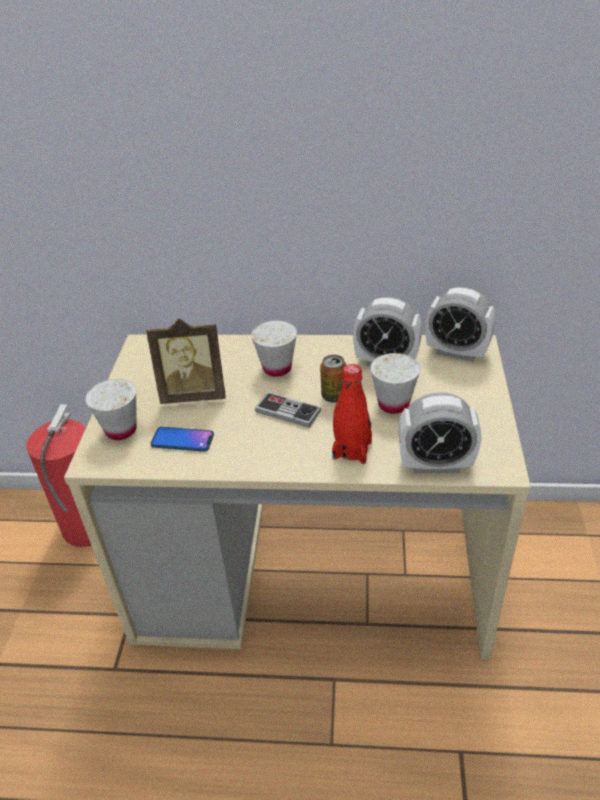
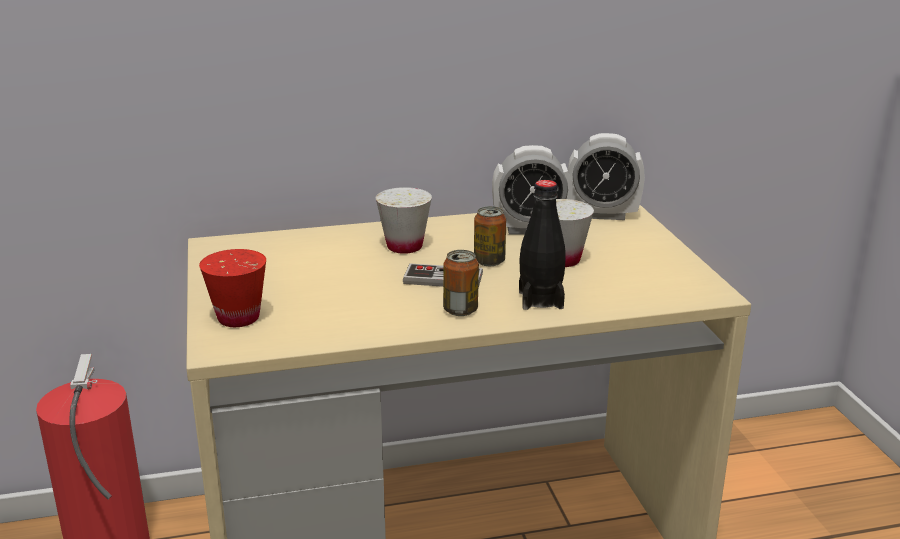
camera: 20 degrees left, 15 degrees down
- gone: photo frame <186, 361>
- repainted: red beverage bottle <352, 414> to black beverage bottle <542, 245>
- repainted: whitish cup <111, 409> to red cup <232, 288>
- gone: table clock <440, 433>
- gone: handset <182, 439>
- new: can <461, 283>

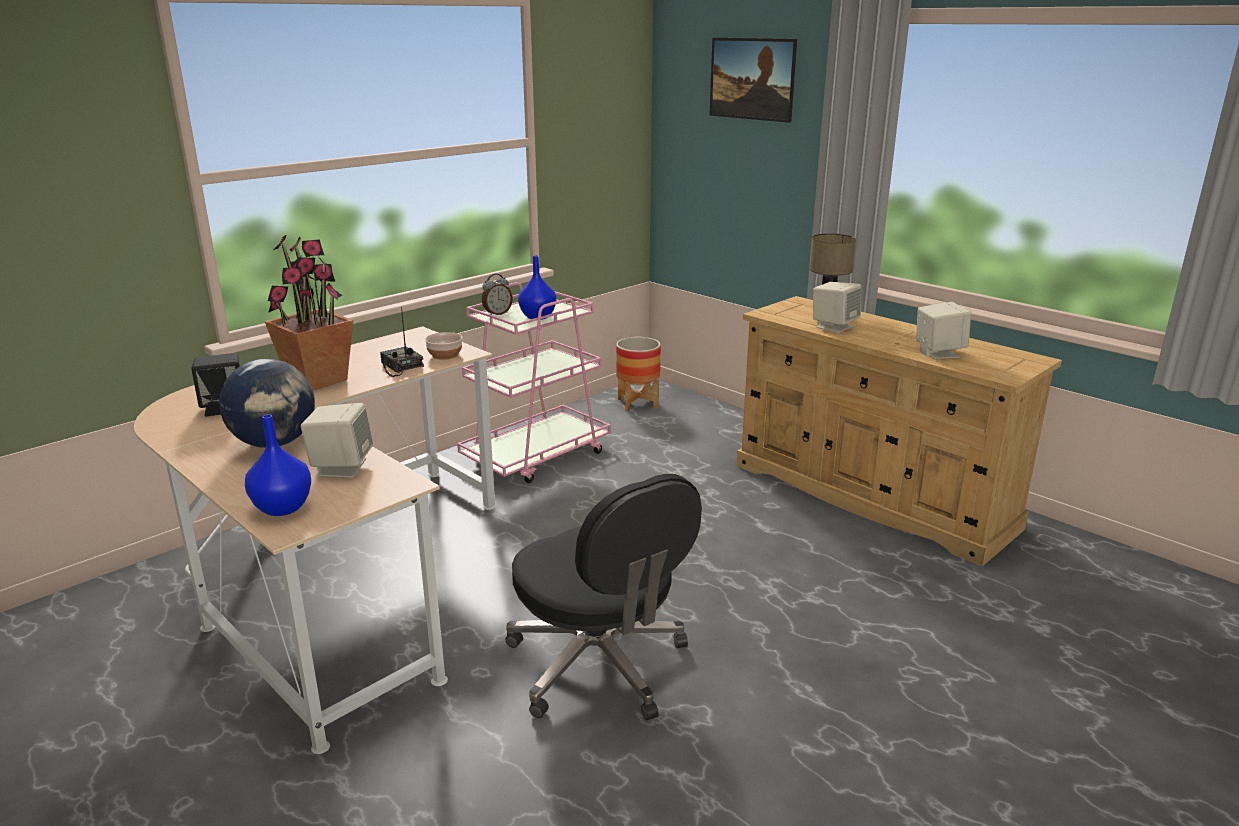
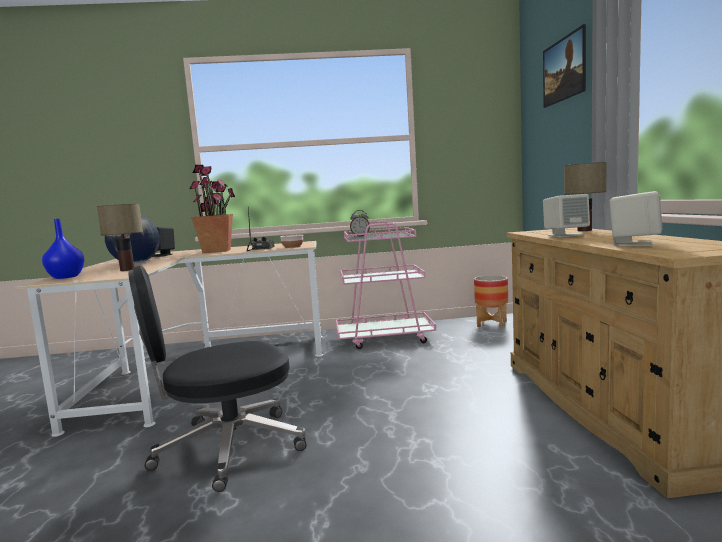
camera: 40 degrees right, 15 degrees down
- gone: bluish vase <537, 287>
- swapped: beige-coloured loudspeaker <337, 440> to tabletop lamp <120, 237>
- rotated: black office chair <604, 597> = <217, 379> 60 degrees clockwise

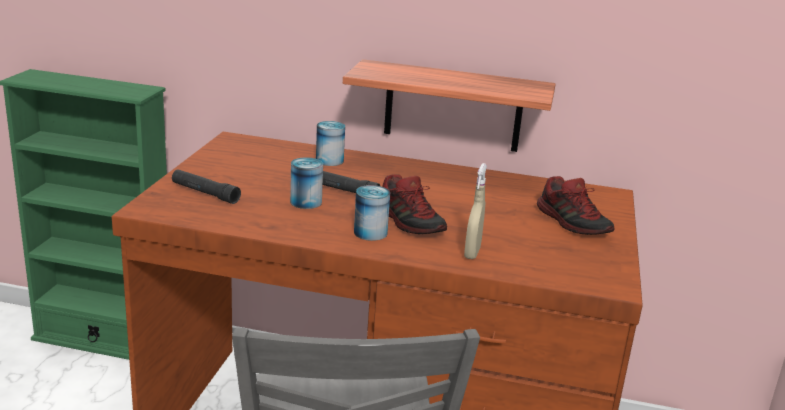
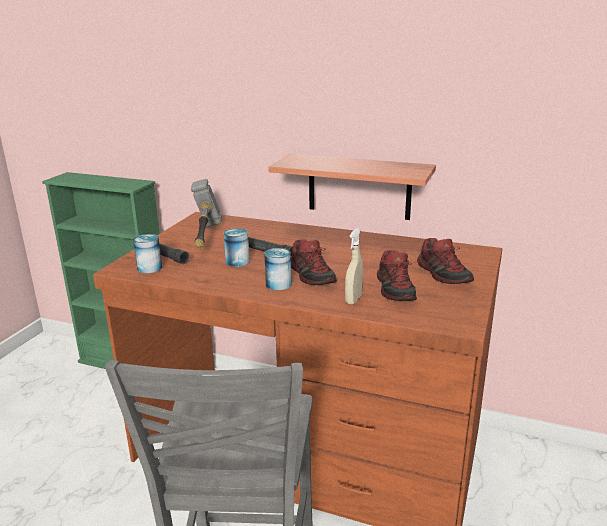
camera: 10 degrees right, 0 degrees up
- shifted: can <330, 143> to <147, 254>
- new: hand hammer <206, 213>
- new: shoe <397, 275>

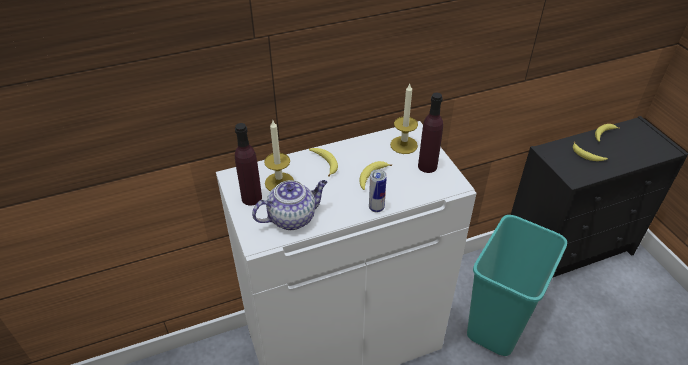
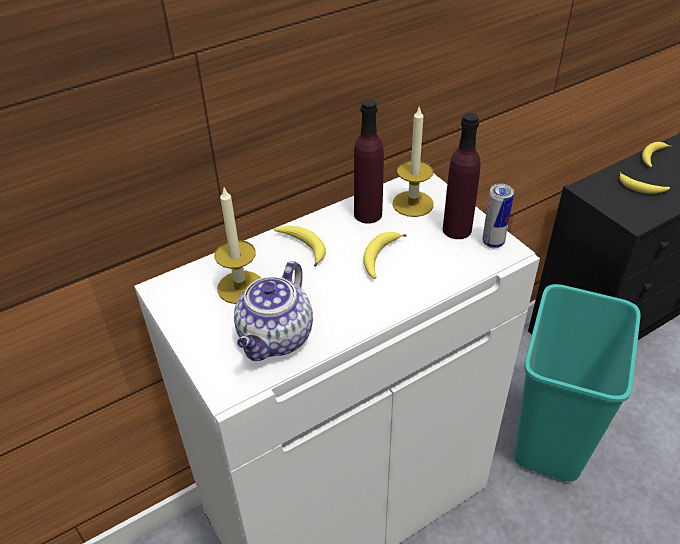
camera: 10 degrees left, 0 degrees up
- shifted: purple-coloured beverage bottle <248, 164> to <369, 161>
- shifted: can <378, 191> to <498, 216>
- rotated: tea pot <289, 205> = <273, 311> 150 degrees clockwise

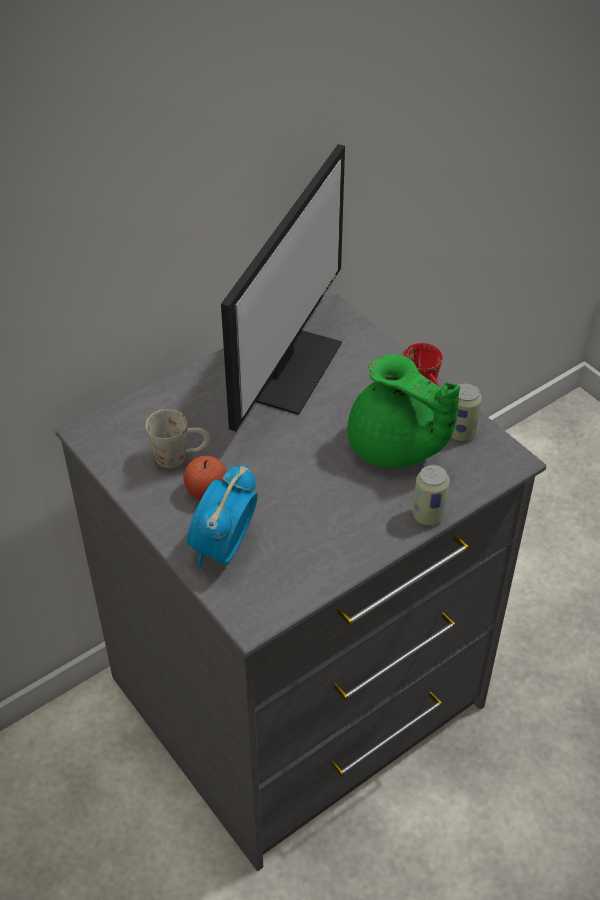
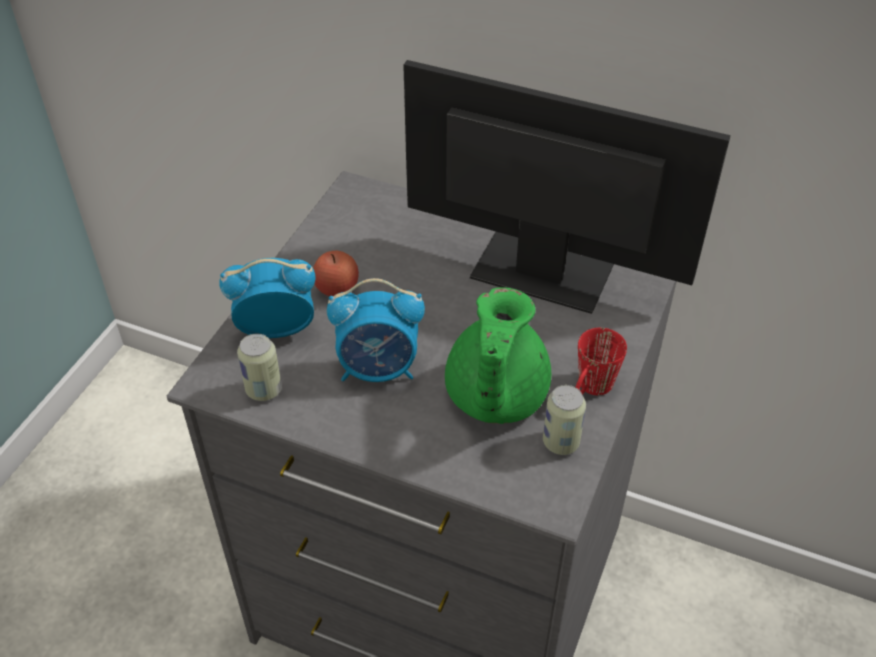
camera: 60 degrees right, 0 degrees up
- rotated: computer screen <283, 287> = <567, 187> 150 degrees counterclockwise
- gone: whitish coffee mug <178, 438>
- shifted: can <431, 495> to <259, 367>
- new: table clock <376, 330>

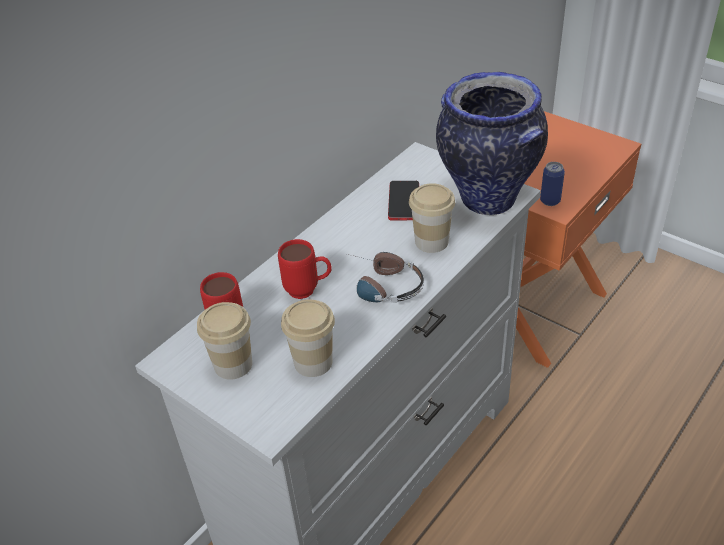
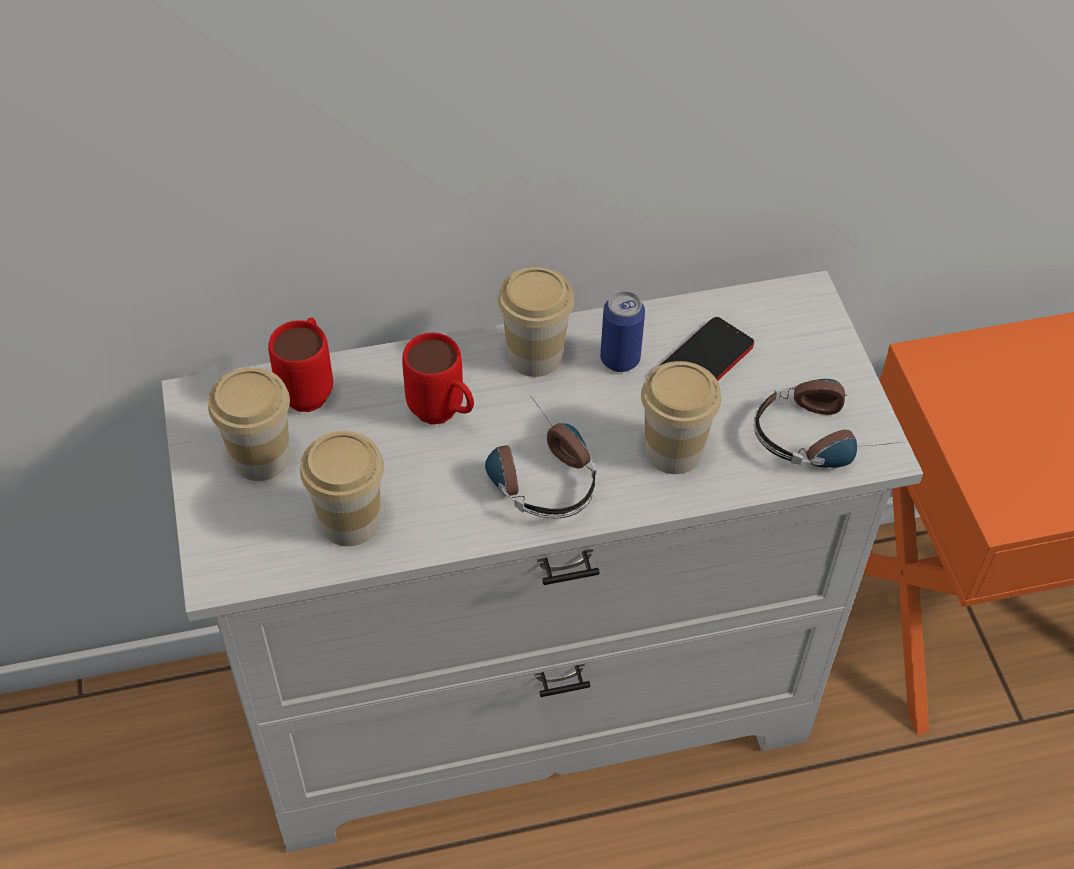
camera: 35 degrees right, 10 degrees up
- swapped: vase <492, 143> to pair of headphones <829, 423>
- shifted: can <552, 184> to <622, 331>
- new: cup <536, 322>

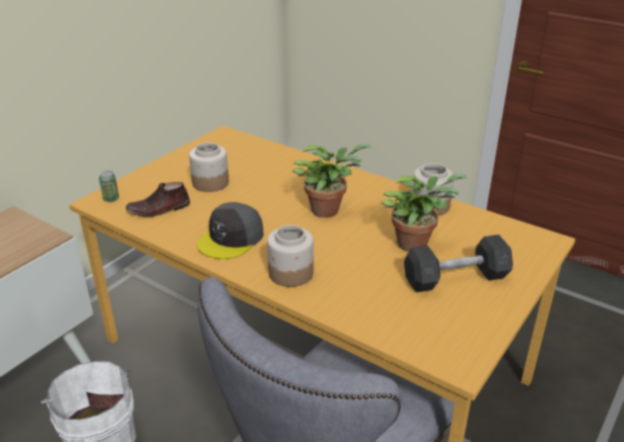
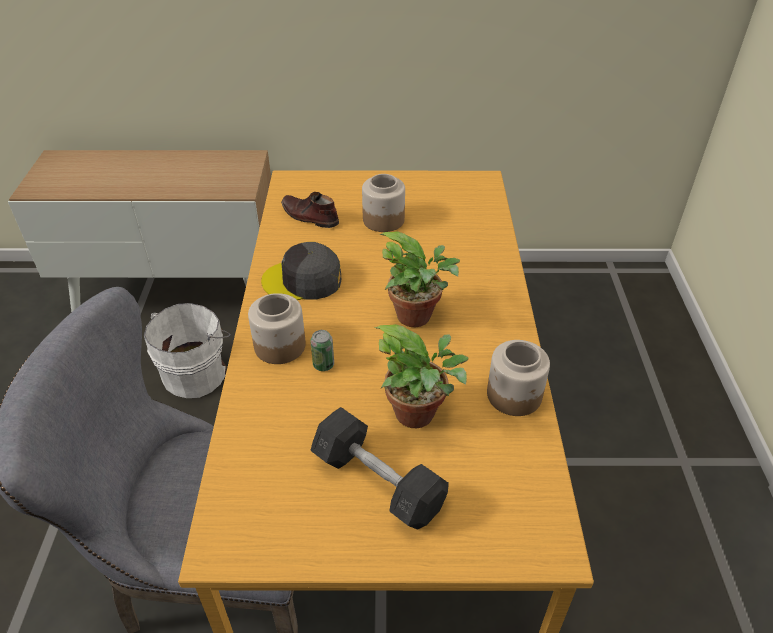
camera: 55 degrees right, 10 degrees up
- shifted: can <109, 186> to <322, 350>

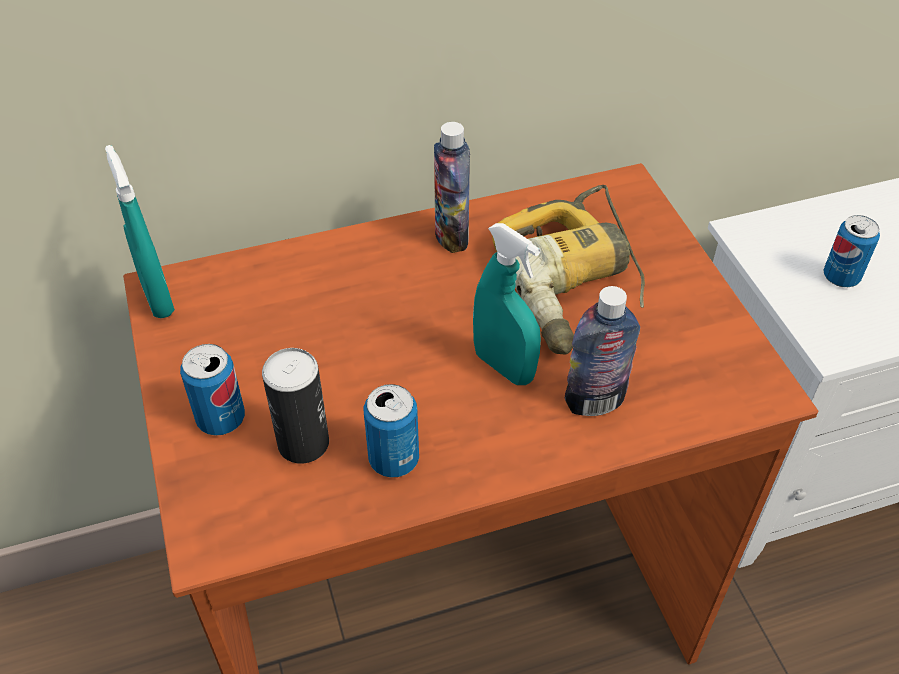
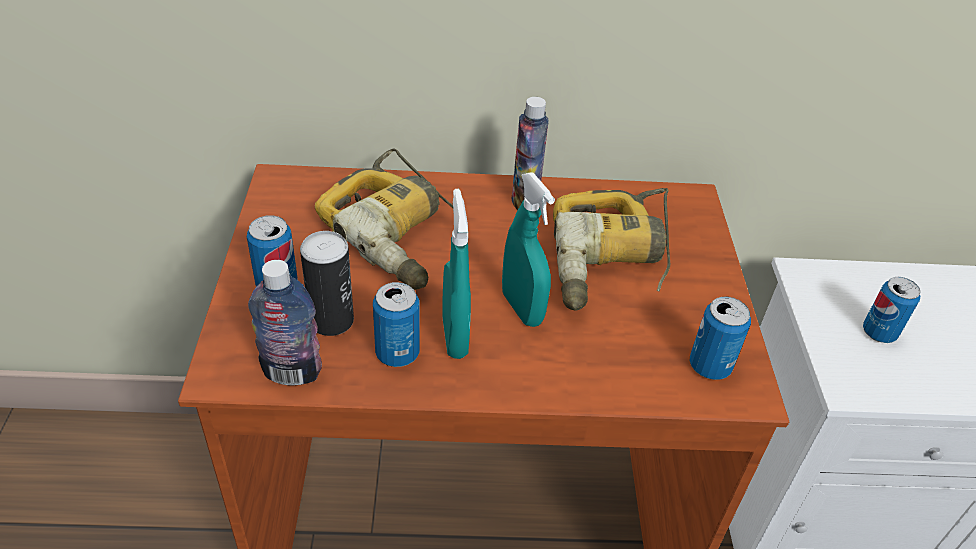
camera: 15 degrees right, 5 degrees down
- shifted: turquoise hand sprayer <140, 231> to <456, 274>
- shifted: beverage bottle <602, 351> to <285, 322>
- new: electric drill <384, 219>
- new: can <720, 338>

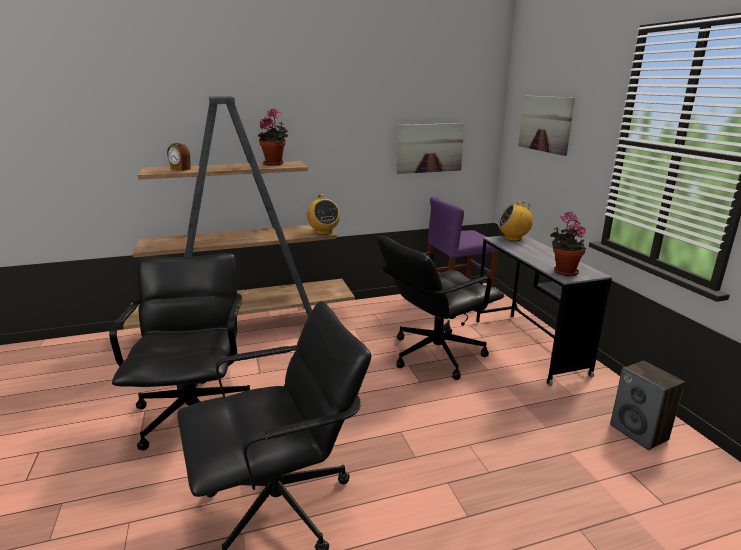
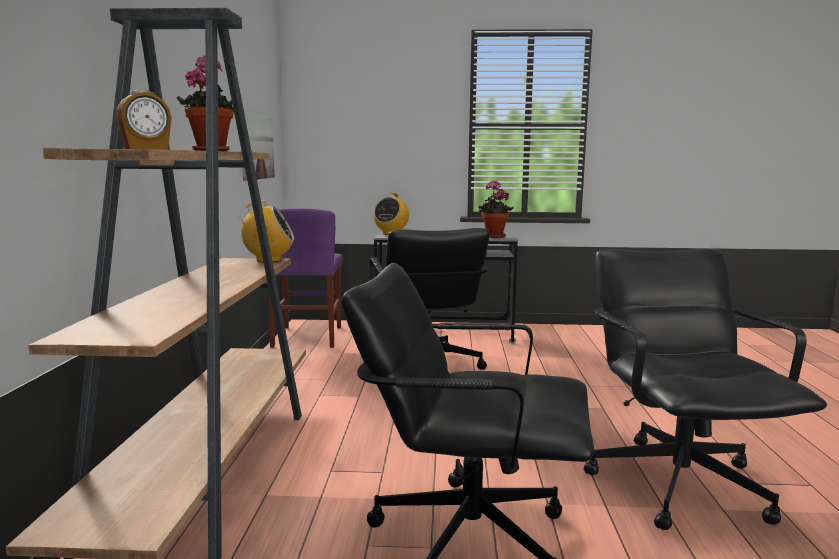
camera: 70 degrees left, 10 degrees down
- gone: wall picture <546, 125>
- gone: loudspeaker <647, 405>

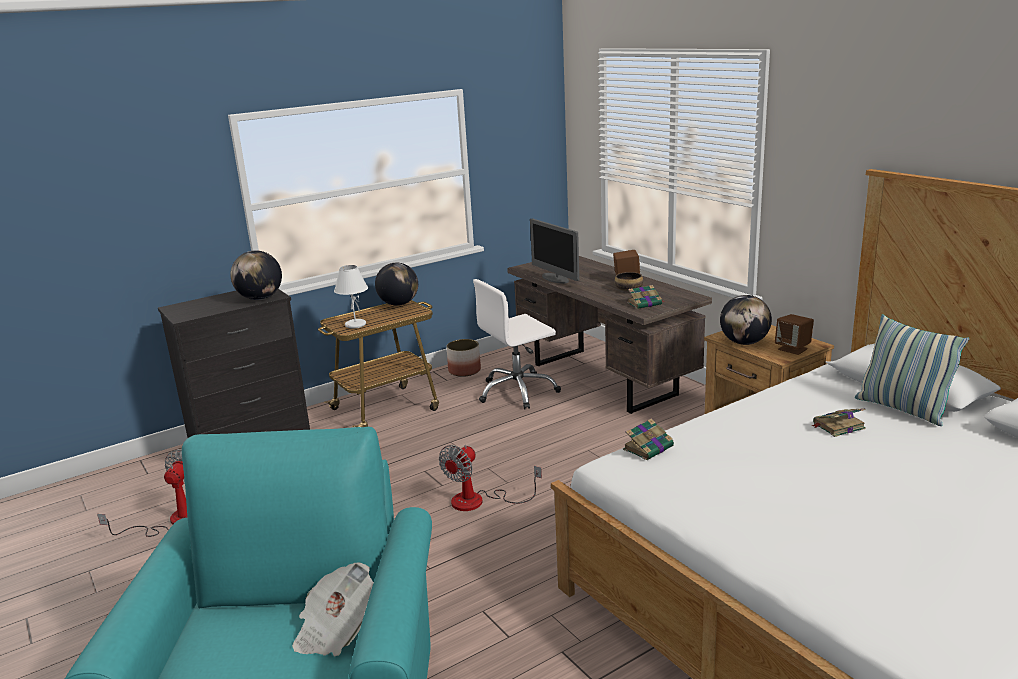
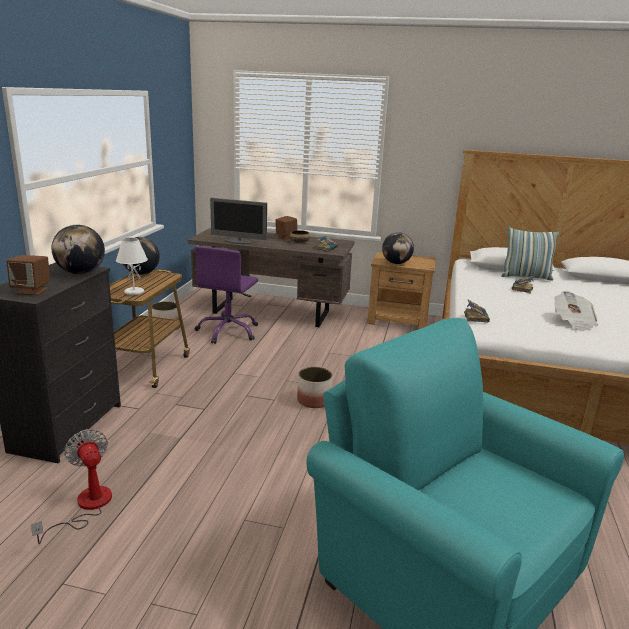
camera: 45 degrees left, 0 degrees up
- repainted: whitish office chair <517, 344> to purple-coloured office chair <226, 295>
- shifted: brown loudspeaker <794, 334> to <28, 275>
- swapped: electric fan <490, 478> to plant pot <315, 387>
- shifted: printed paper <333, 609> to <576, 311>

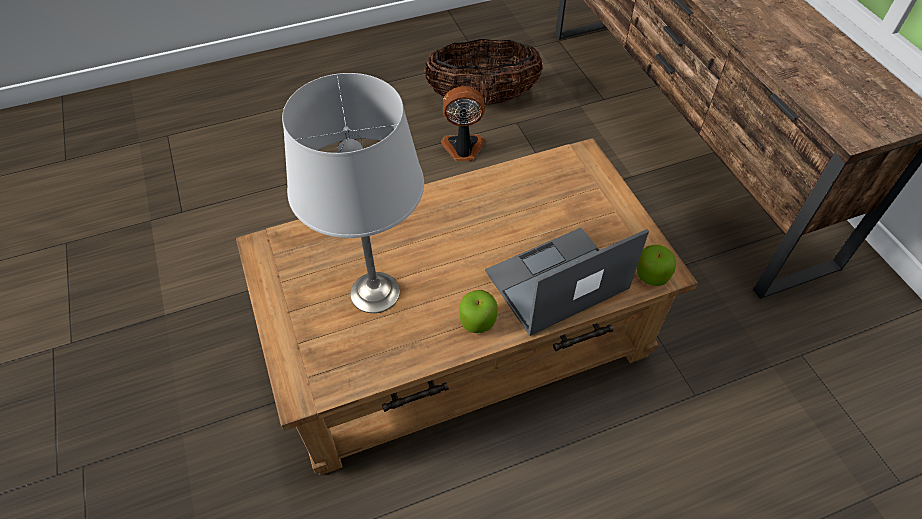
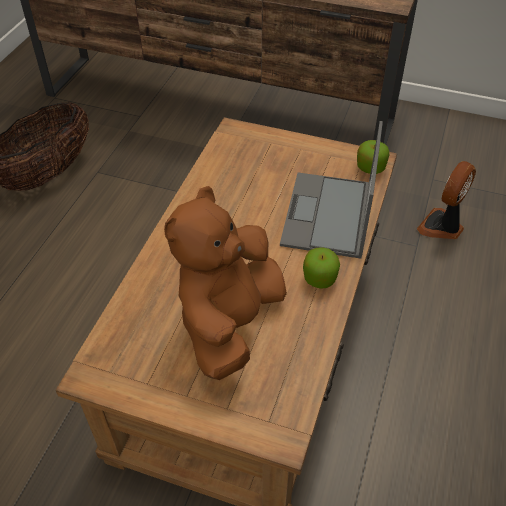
camera: 50 degrees left, 5 degrees down
- swapped: gray tabletop lamp <353, 193> to brown plush toy <225, 283>
- shifted: electric fan <463, 123> to <446, 200>

